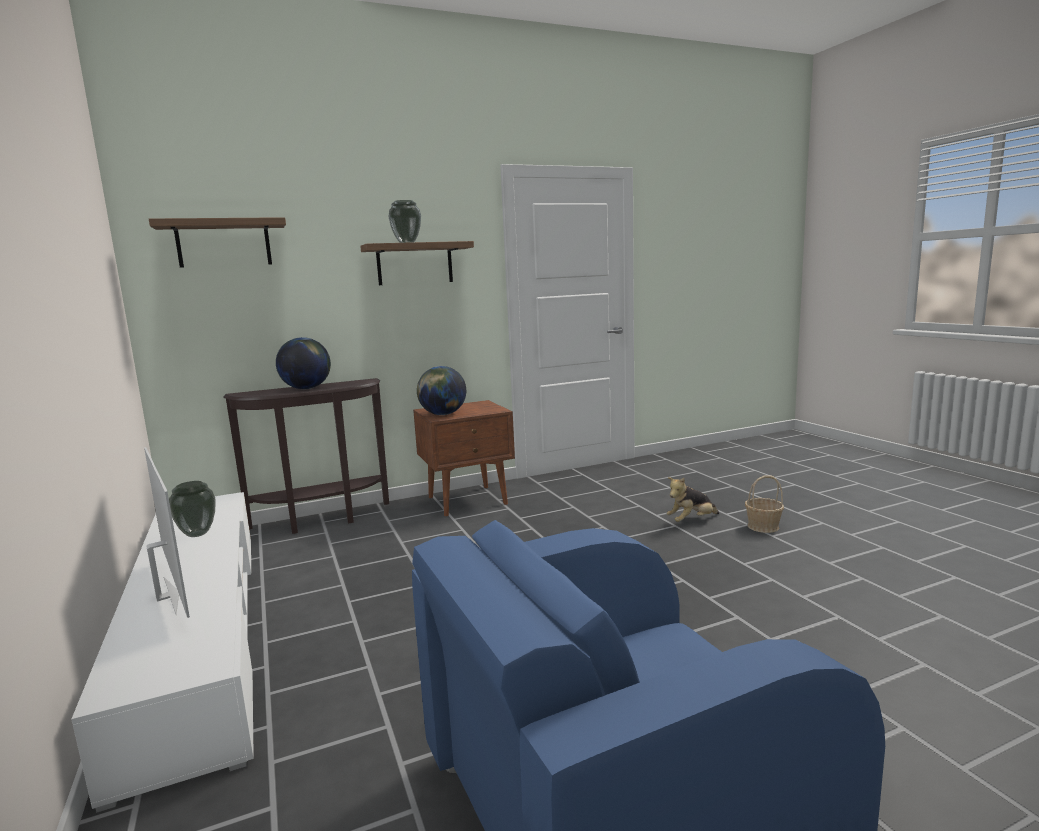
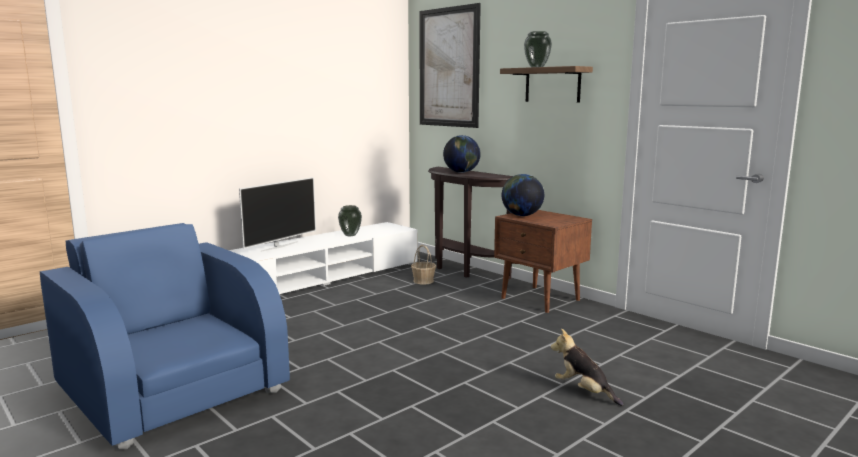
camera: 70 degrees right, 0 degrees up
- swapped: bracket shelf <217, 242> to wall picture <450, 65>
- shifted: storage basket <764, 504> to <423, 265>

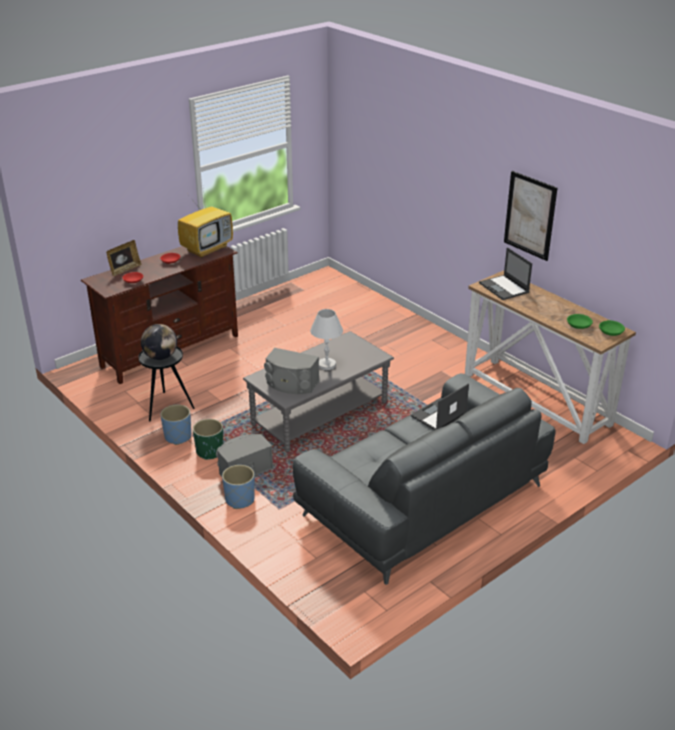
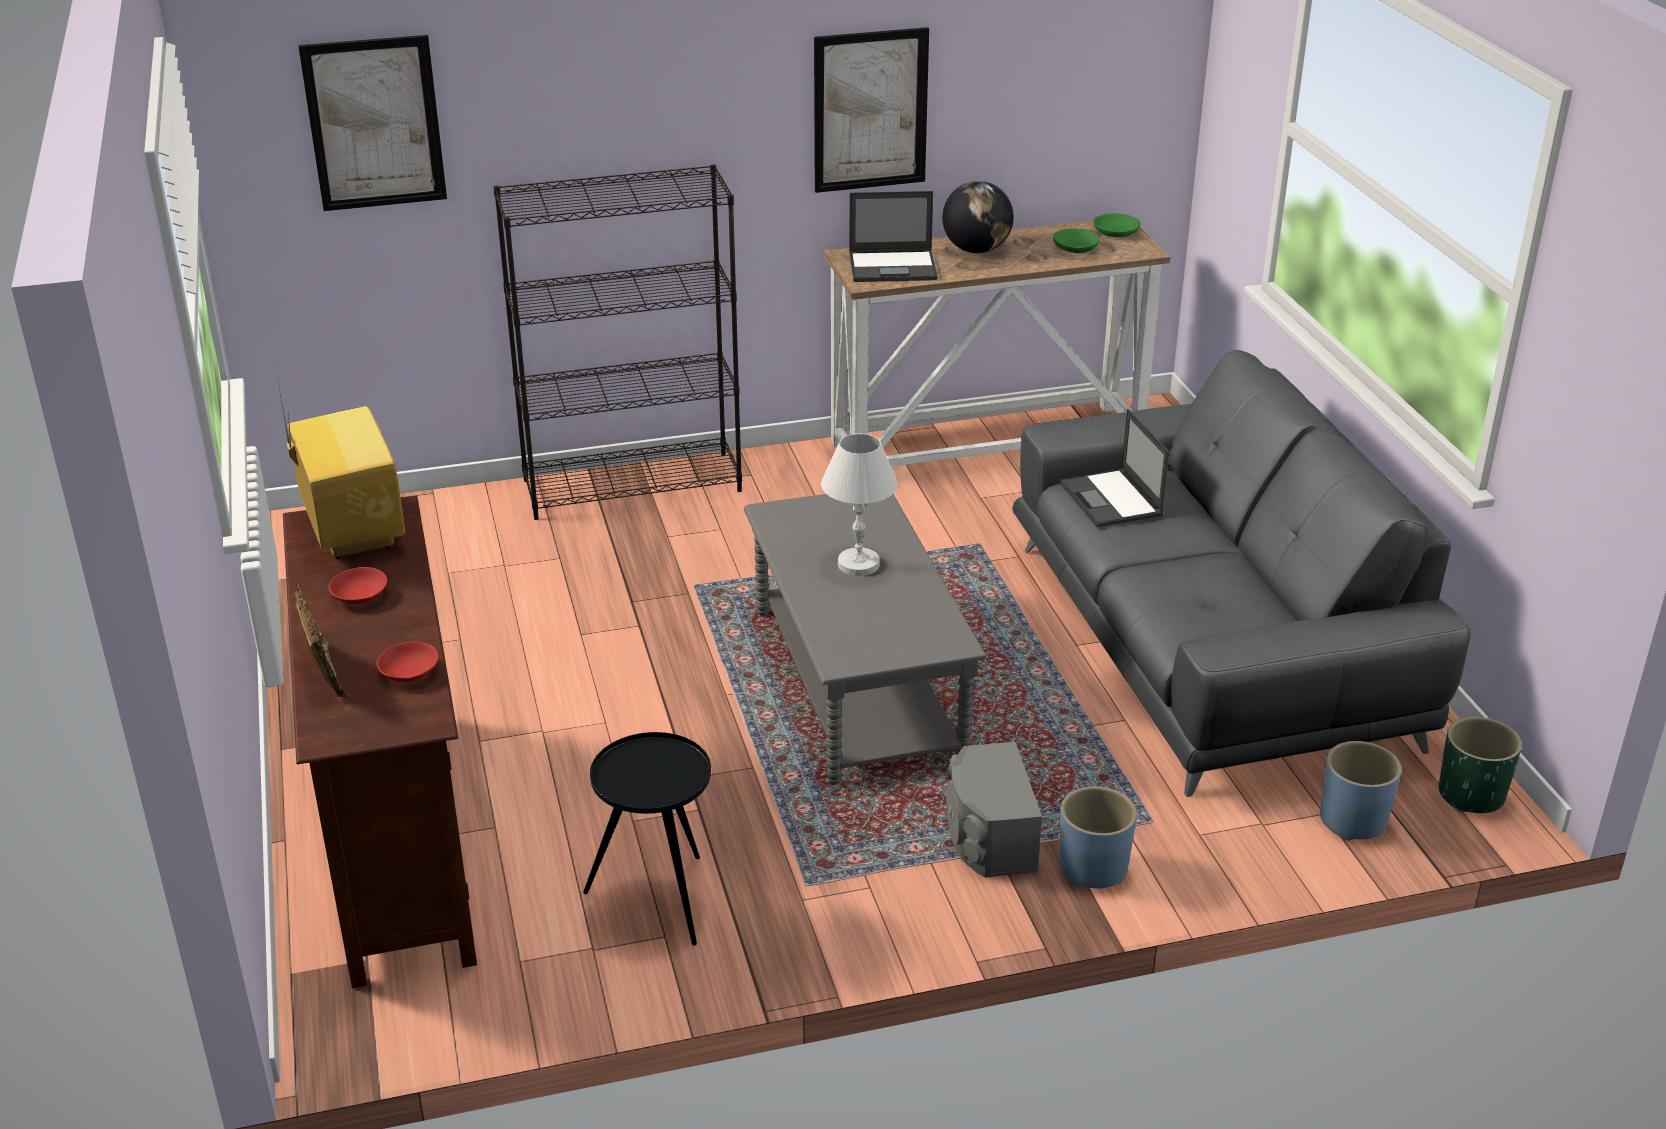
camera: 65 degrees left, 0 degrees up
- shifted: globe <159, 342> to <978, 217>
- gone: gray loudspeaker <291, 371>
- shifted: bluish plant pot <176, 425> to <1361, 791>
- shifted: greenish plant pot <208, 439> to <1480, 765>
- new: wall picture <372, 123>
- new: black shelving unit <617, 342>

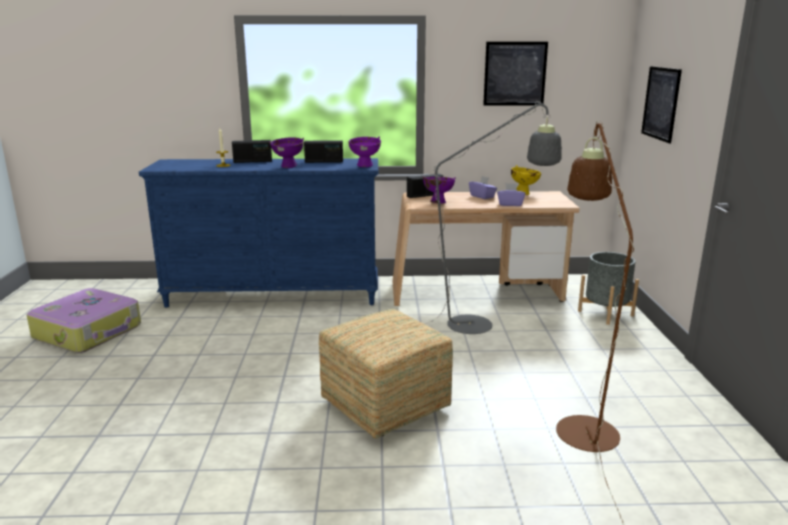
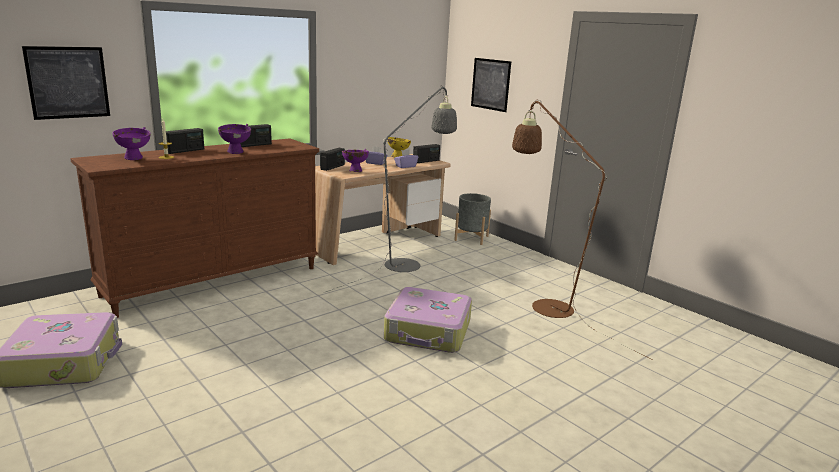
camera: 40 degrees left, 0 degrees up
- shifted: wall picture <515, 74> to <66, 83>
- shifted: purple-coloured bowl <364, 152> to <131, 143>
- repainted: bluish chest of drawers <258, 233> to brown chest of drawers <194, 228>
- swapped: ottoman <386, 374> to travel case <428, 320>
- new: radio set <426, 153>

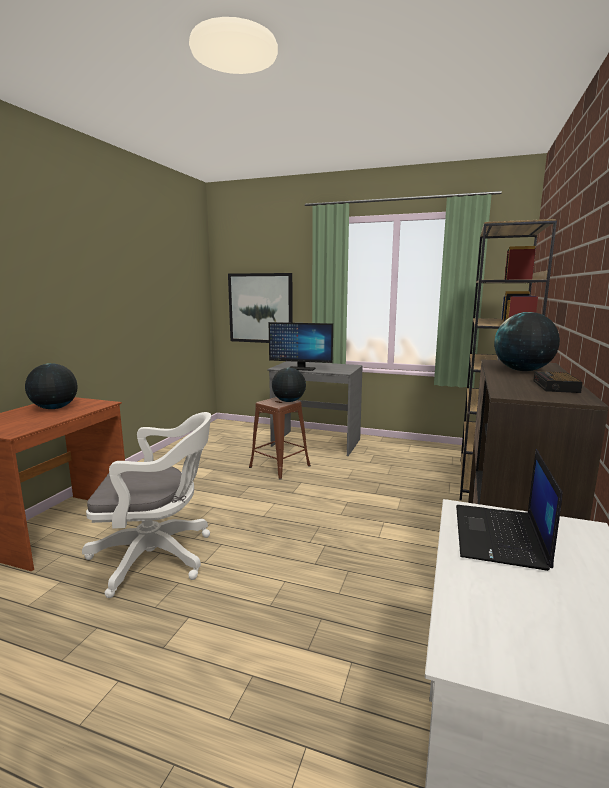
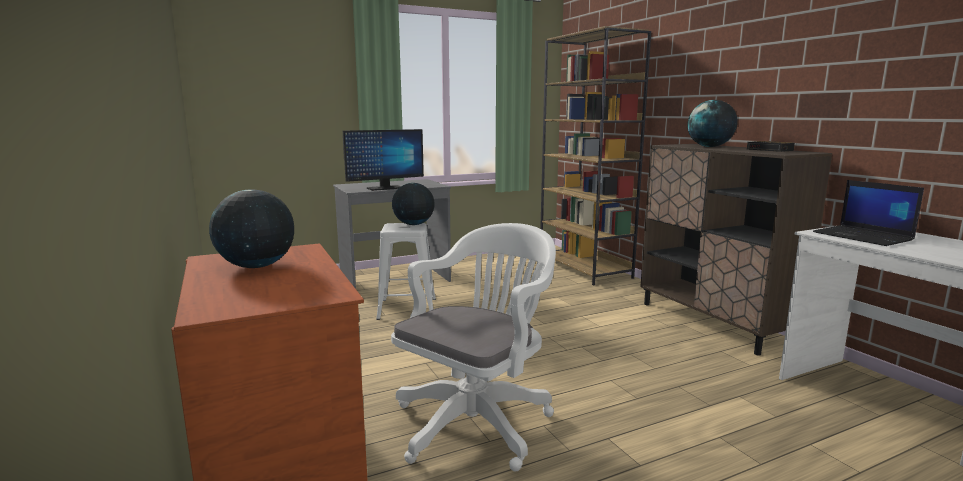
camera: 45 degrees left, 0 degrees up
- gone: wall picture <260, 308>
- repainted: brown stool seat <280, 438> to whitish stool seat <406, 271>

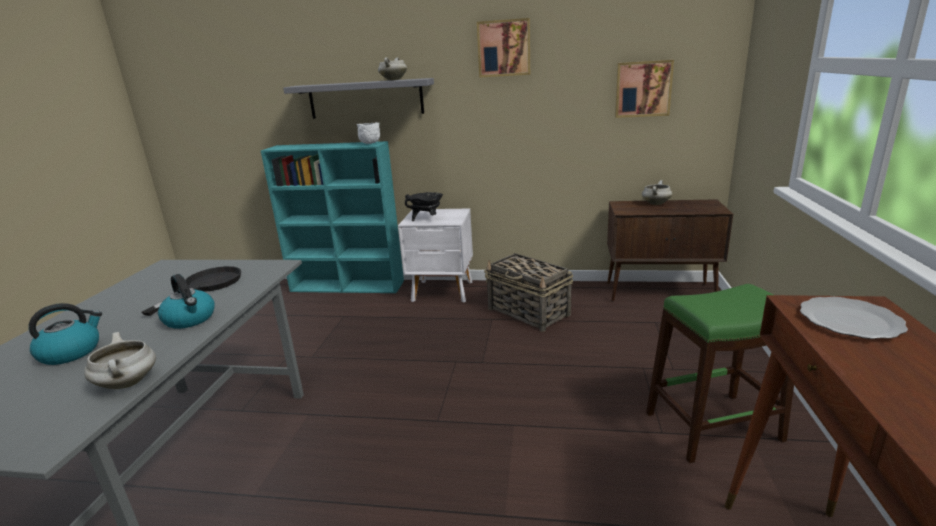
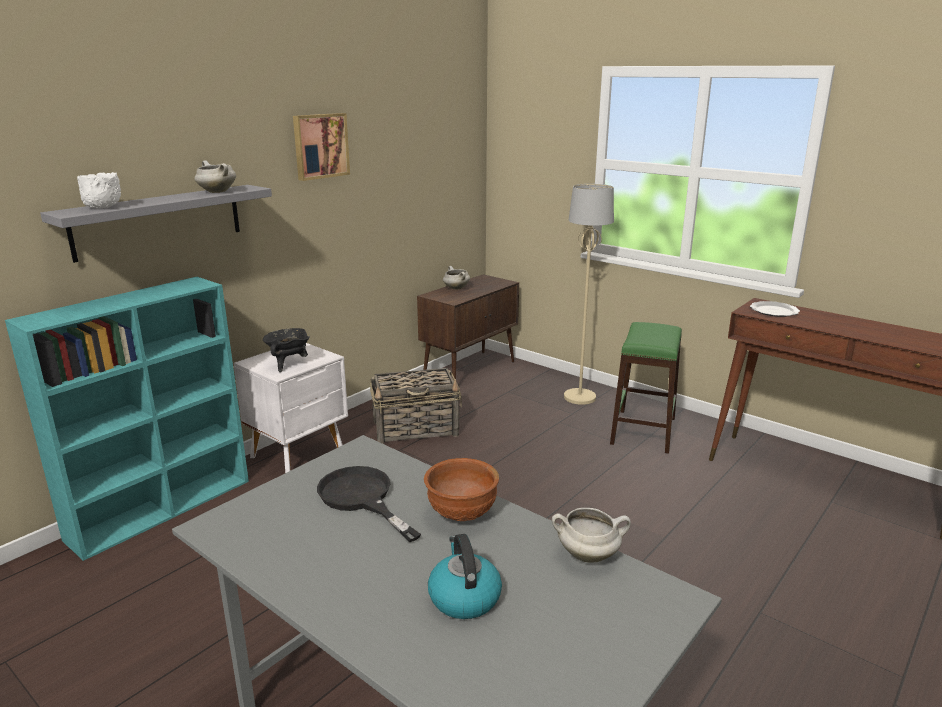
camera: 60 degrees left, 0 degrees up
- gone: wall picture <644, 89>
- shifted: whitish bowl <368, 133> to <99, 190>
- swapped: kettle <186, 301> to brown bowl <461, 489>
- new: beige-coloured standing lamp <589, 294>

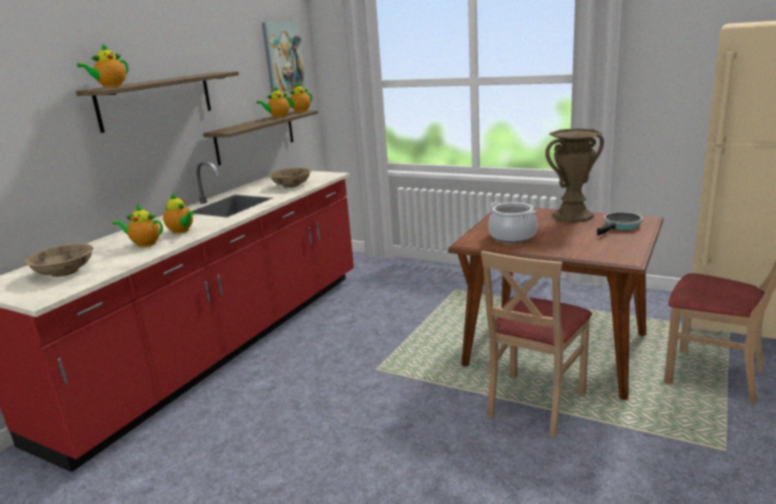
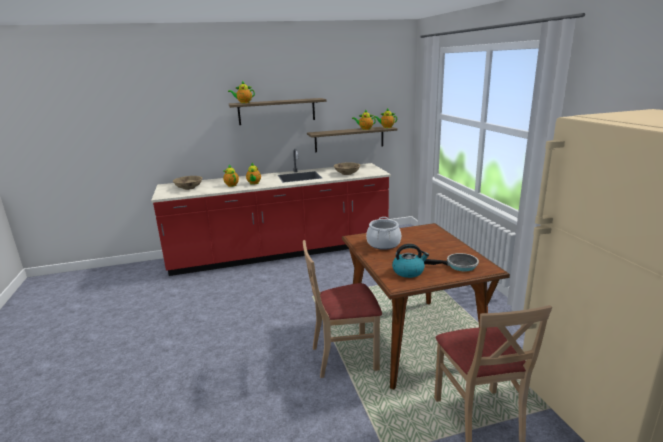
camera: 45 degrees right, 0 degrees up
- gone: wall picture <284, 57>
- gone: brown vase <574, 175>
- new: kettle <410, 261>

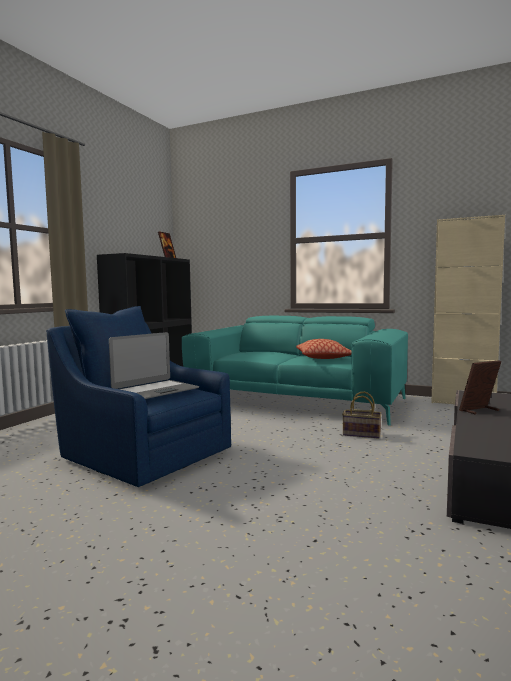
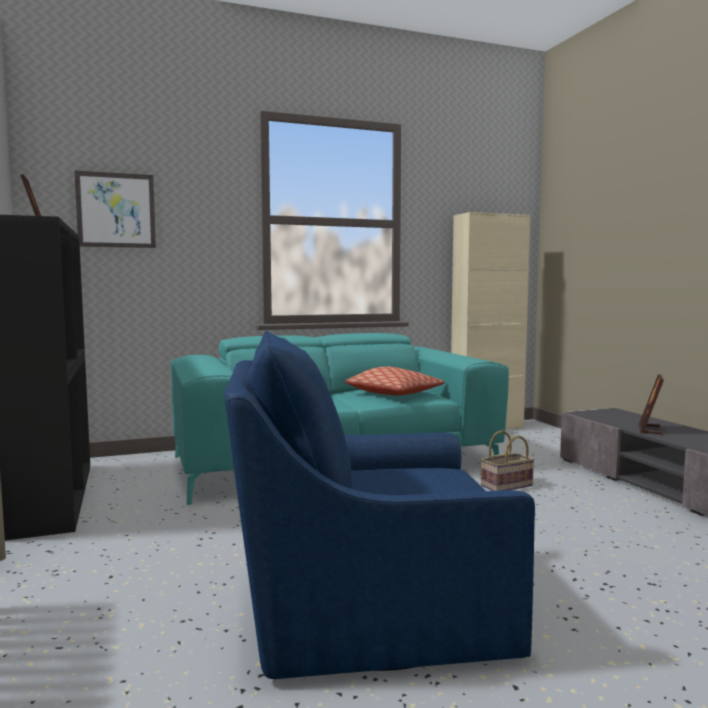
camera: 45 degrees left, 0 degrees up
- gone: portable computer <154, 365>
- new: wall picture <115, 209>

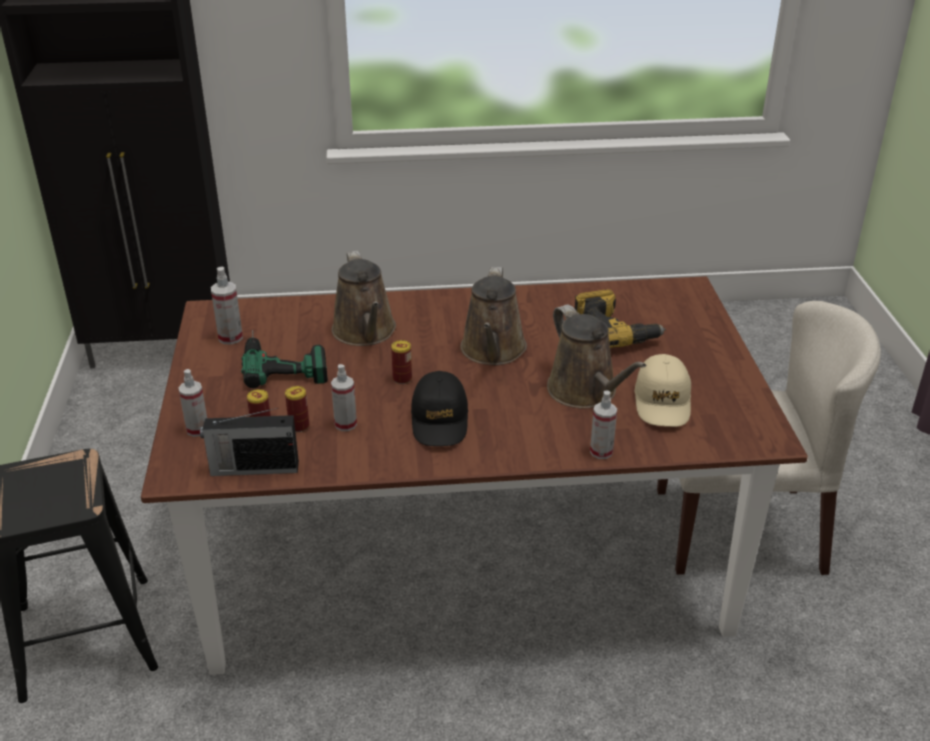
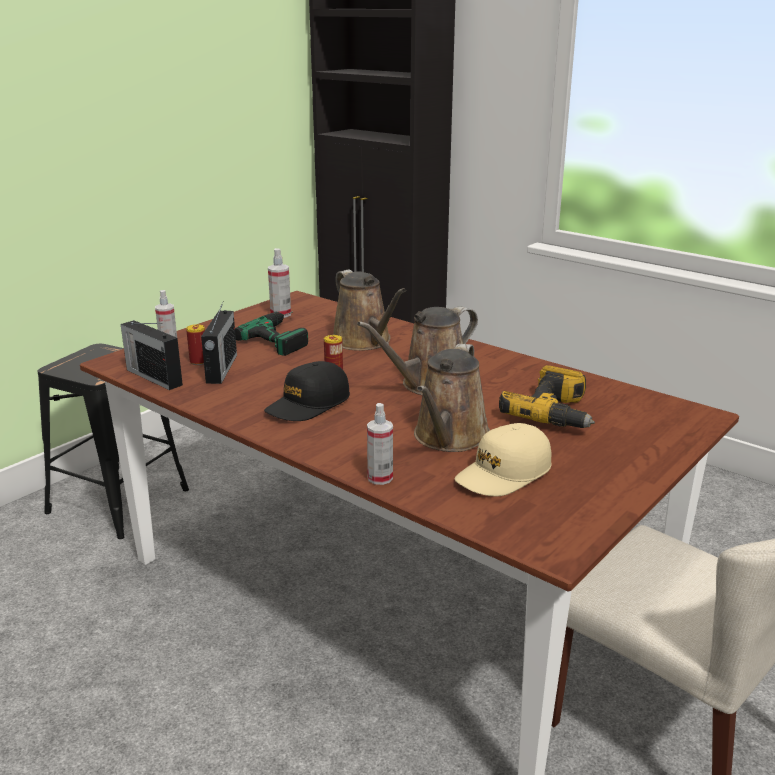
camera: 45 degrees right, 10 degrees down
- rotated: brown sprinkling can <364, 298> = <369, 310> 60 degrees counterclockwise
- gone: hand sprayer <344, 397>
- swapped: can <297, 409> to radio set <219, 343>

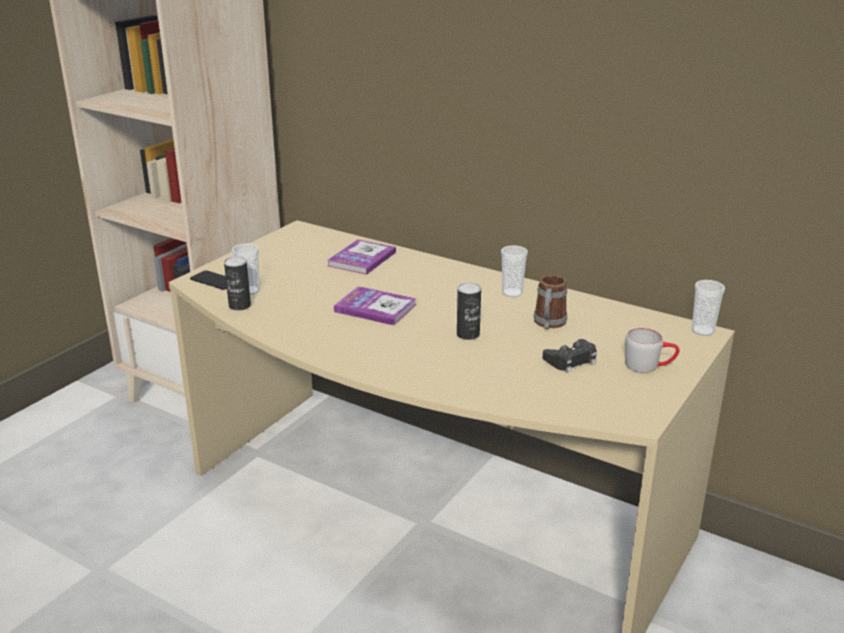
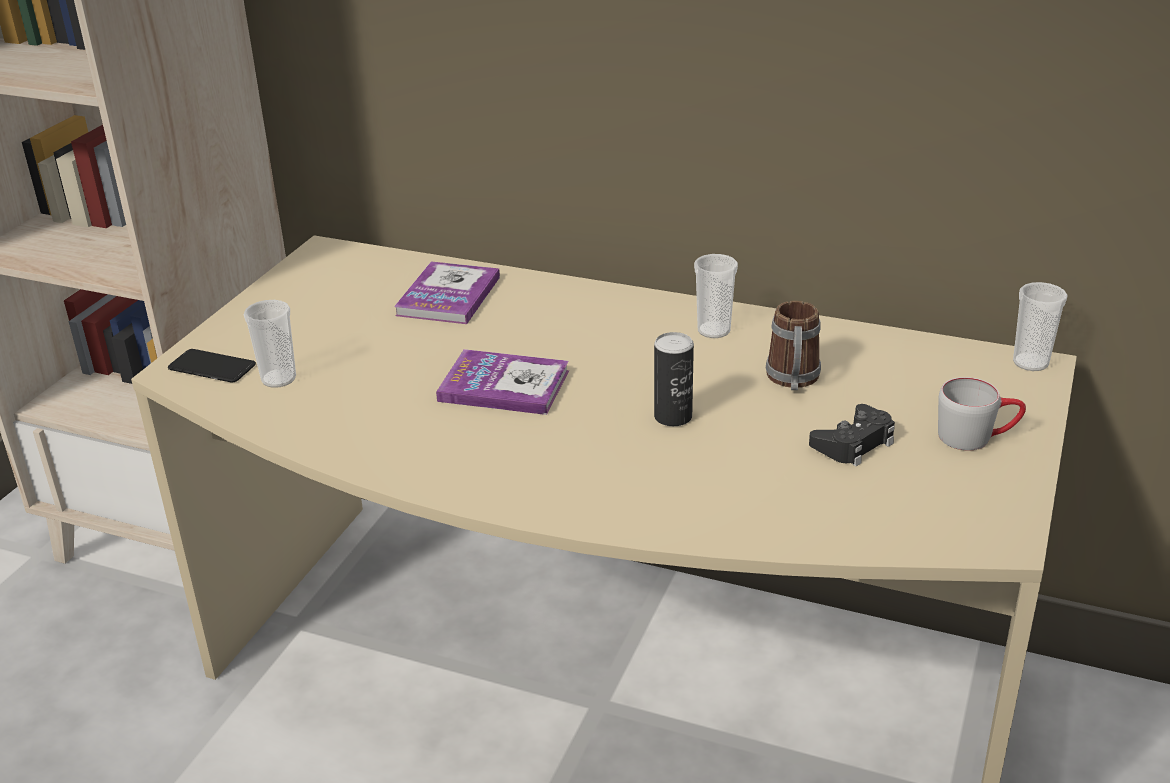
camera: 10 degrees left, 5 degrees up
- gone: can <237, 283>

